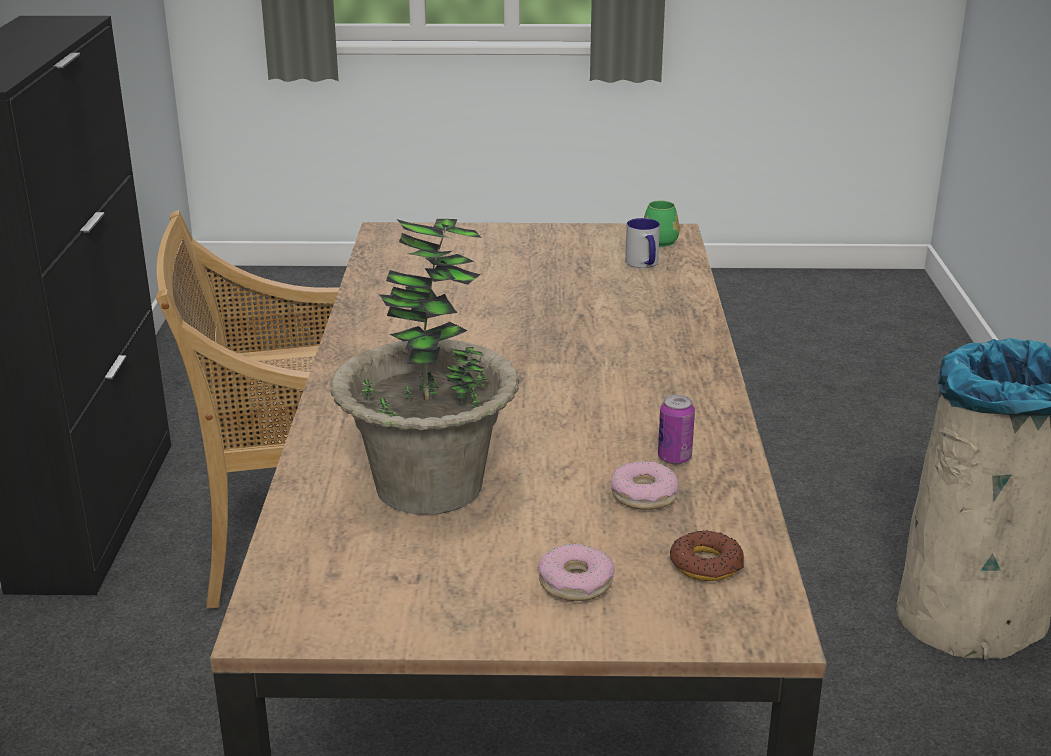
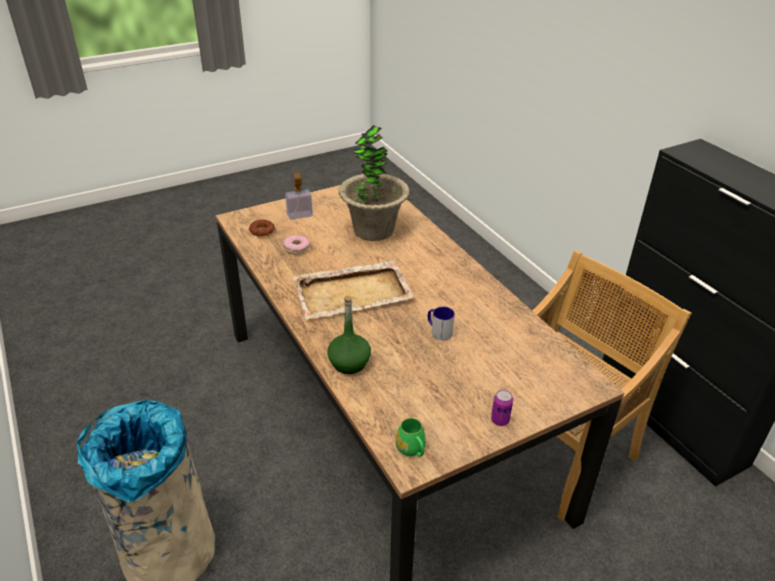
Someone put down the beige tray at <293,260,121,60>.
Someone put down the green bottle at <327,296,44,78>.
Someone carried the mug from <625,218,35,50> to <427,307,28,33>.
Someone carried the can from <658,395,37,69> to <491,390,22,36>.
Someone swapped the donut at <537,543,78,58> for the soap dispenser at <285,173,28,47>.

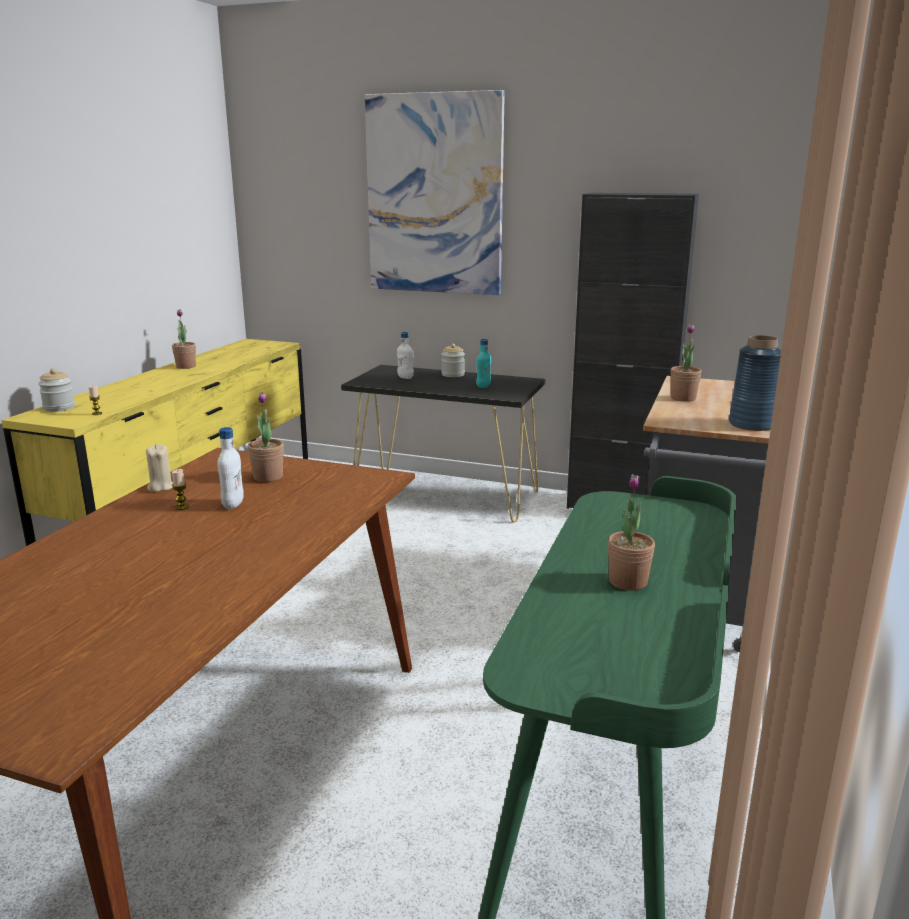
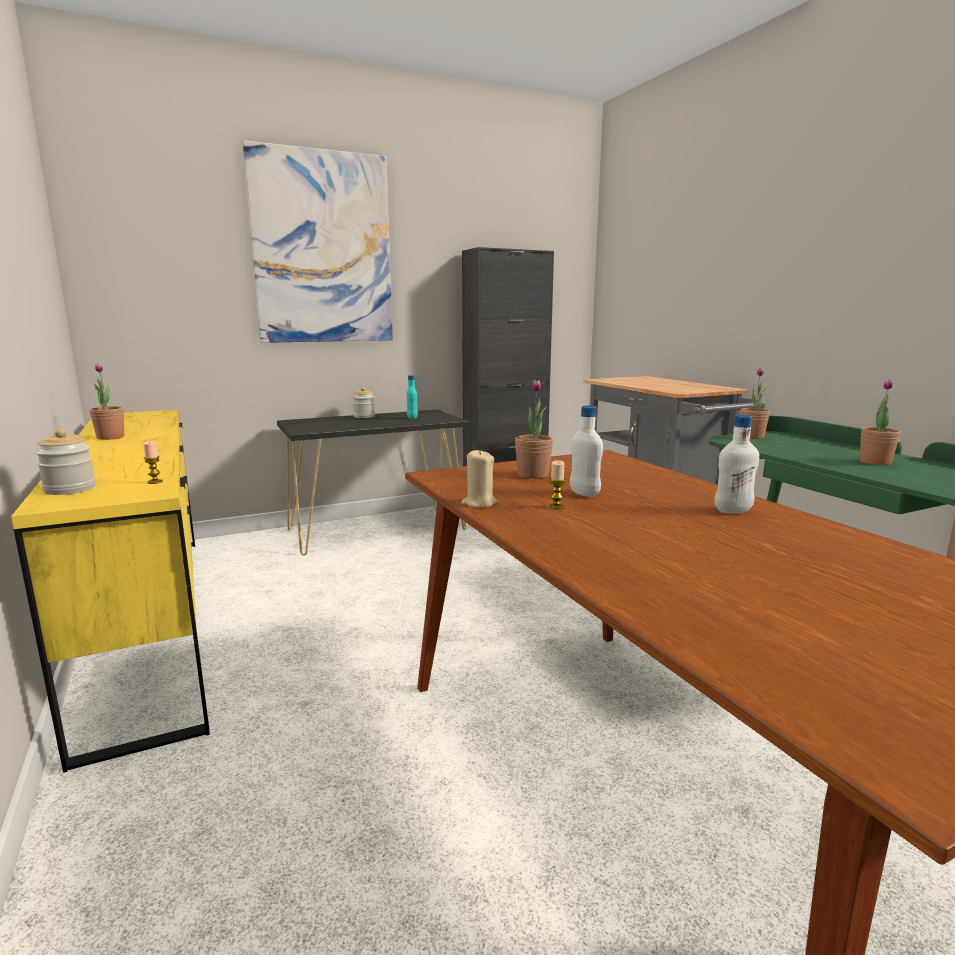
Someone took away the blue vase at <729,335,52,96>.
Someone carried the white bottle from <397,332,17,47> to <715,415,44,99>.
Someone carried the potted plant from <670,324,32,78> to <740,368,30,71>.

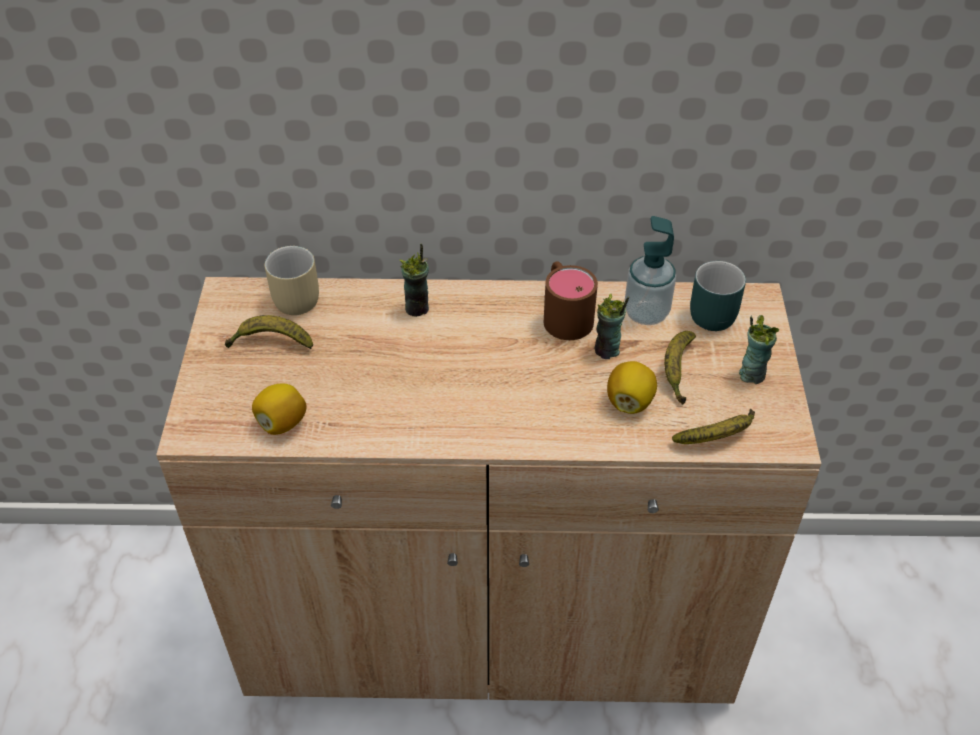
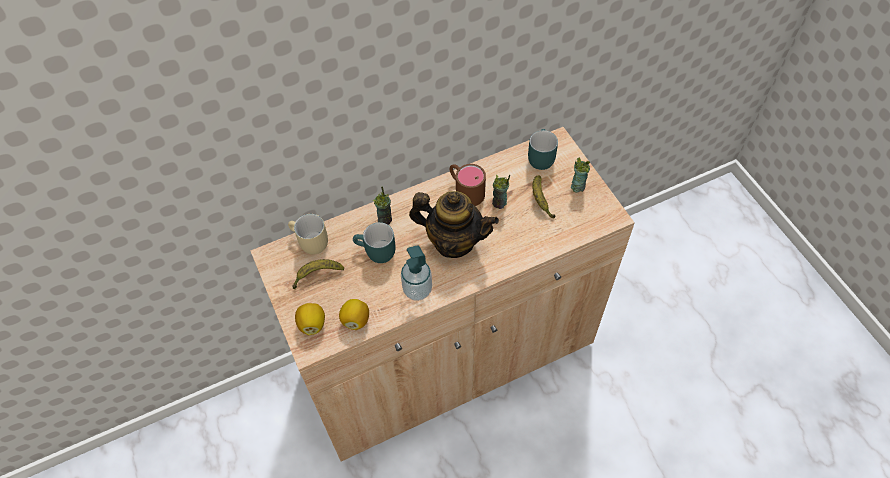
Someone took away the banana at <672,409,83,35>.
Someone put down the turquoise mug at <353,222,43,41>.
Someone put down the teapot at <409,191,90,67>.
Someone carried the lemon from <607,361,50,53> to <295,303,30,32>.
Someone carried the soap dispenser from <624,216,52,109> to <401,246,31,55>.

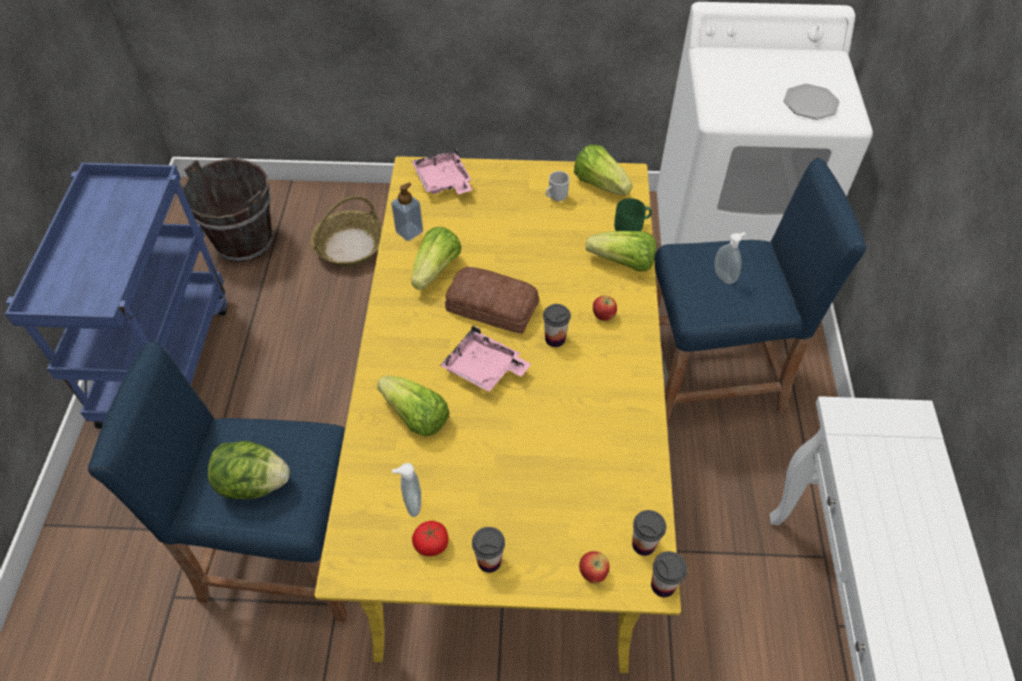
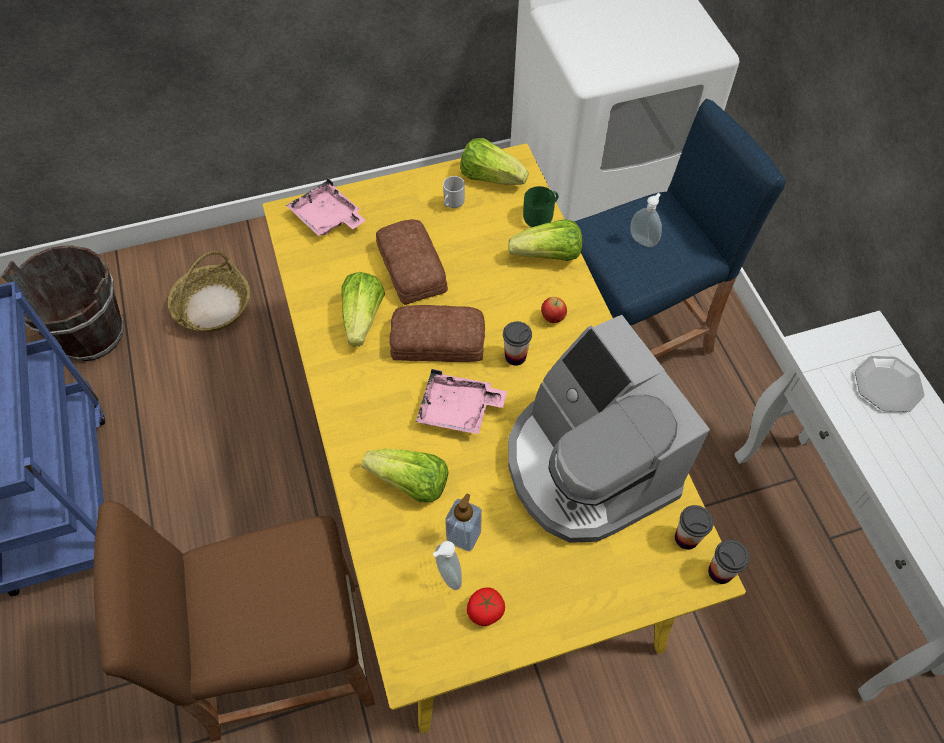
Someone took away the lettuce at <208,441,82,58>.
Someone took away the cup at <472,527,33,46>.
Someone took away the apple at <579,551,31,33>.
Someone put down the bread at <376,219,72,86>.
Someone put down the coffee machine at <508,315,202,228>.
Someone carried the soap dispenser from <391,182,32,59> to <445,494,37,57>.
Someone carried the plate from <784,84,55,35> to <855,356,70,56>.
Someone repainted the blue stool at <88,342,259,280>, which became the brown stool at <94,501,281,241>.

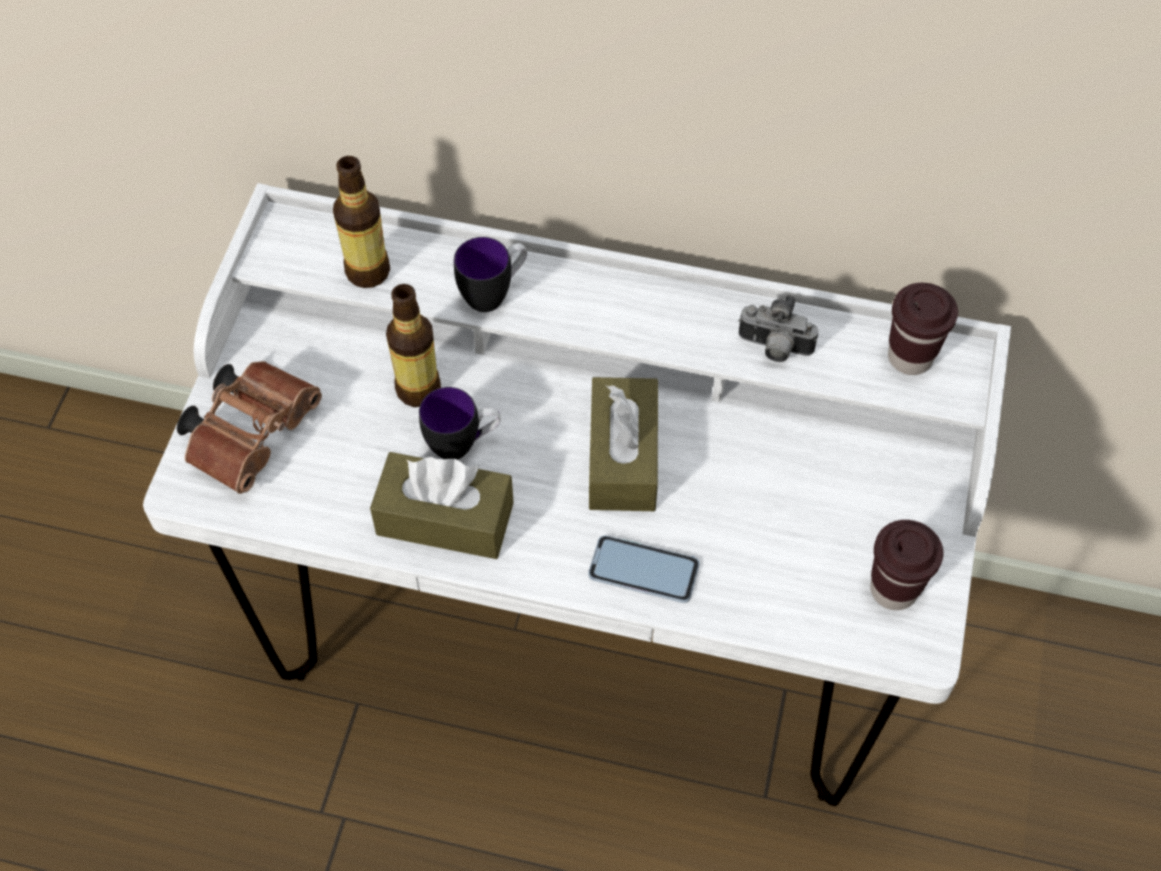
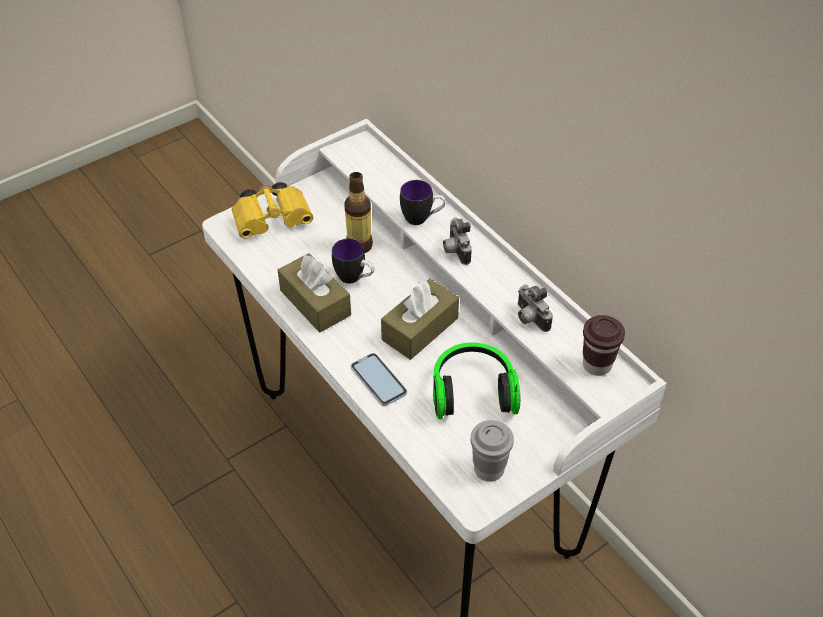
Someone took away the bottle at <333,156,57,132>.
Someone put down the headphones at <433,342,87,77>.
Someone put down the photo camera at <443,217,29,48>.
Someone repainted the brown binoculars at <177,361,145,133>, which became the yellow binoculars at <232,182,81,57>.
Someone repainted the brown cup at <870,520,73,90>, which became the grey cup at <471,420,43,62>.

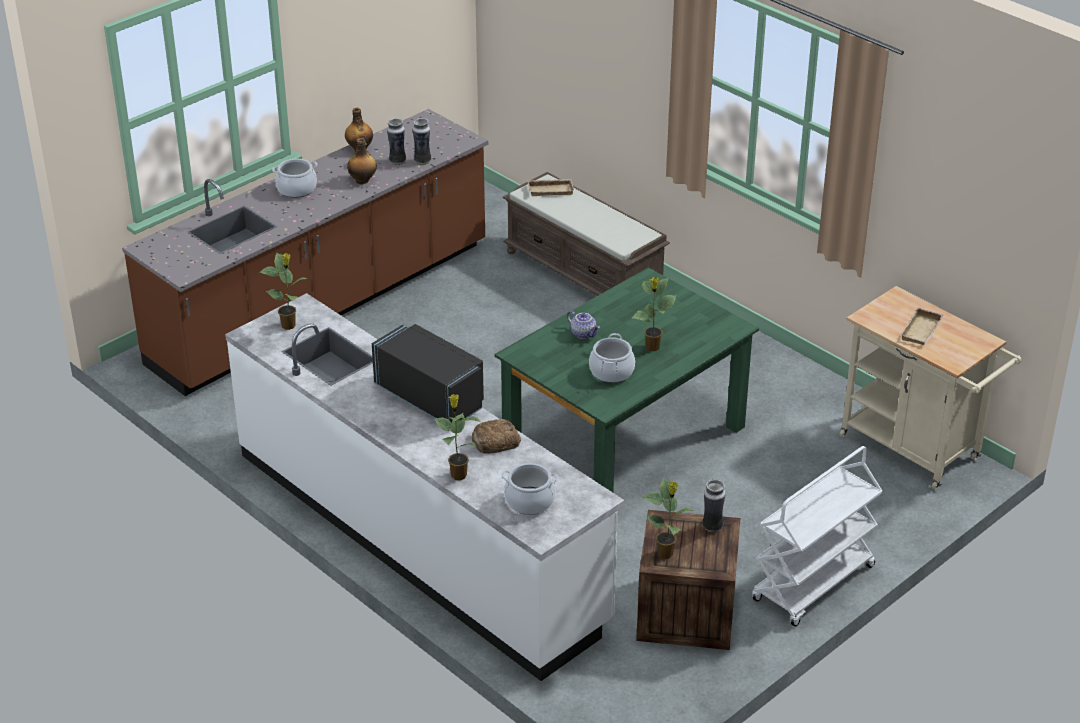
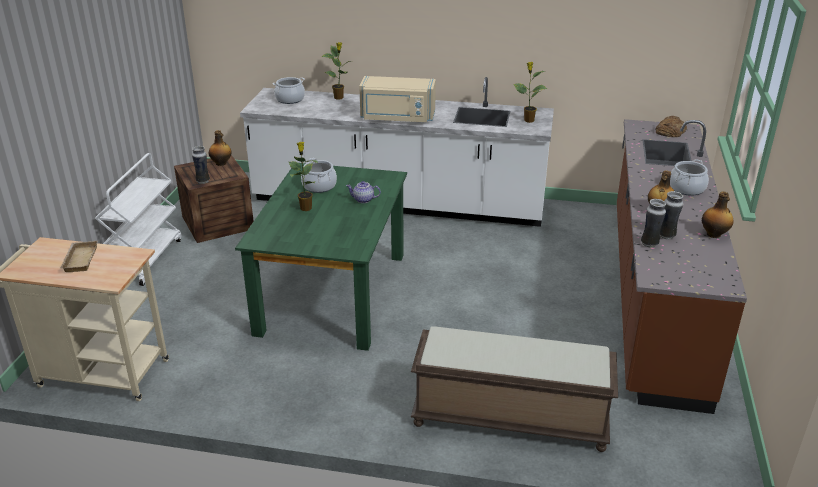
Someone took away the beige tray at <527,179,47,17>.
Someone carried the bread from <472,419,49,35> to <655,116,32,21>.
Someone swapped the potted plant at <643,477,50,82> for the bottle at <209,130,23,36>.
Someone repainted the black microwave at <372,324,112,99>, which became the beige microwave at <359,76,77,46>.

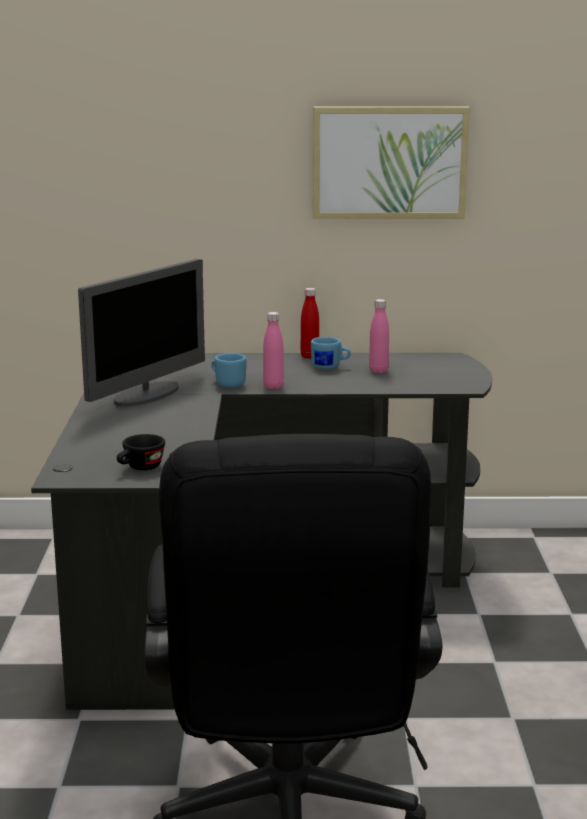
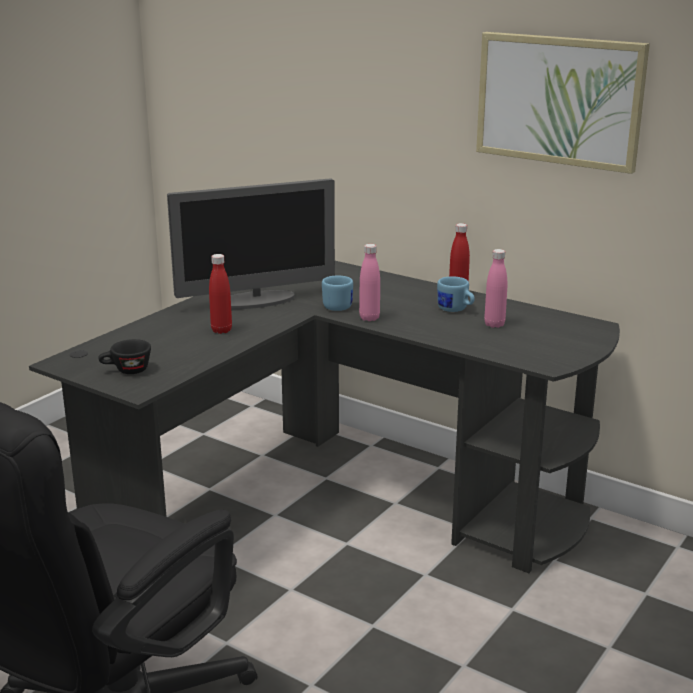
Someone put down the red bottle at <209,254,23,80>.

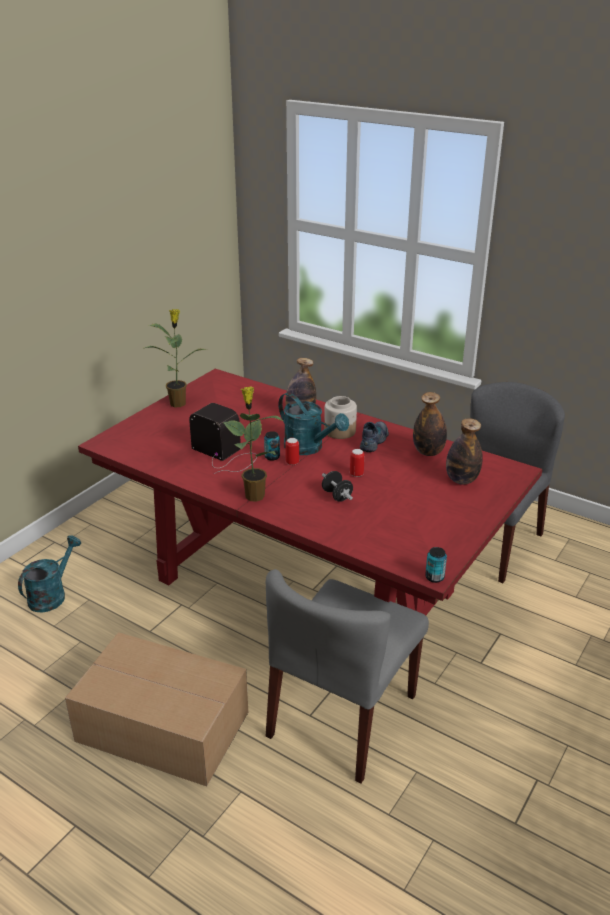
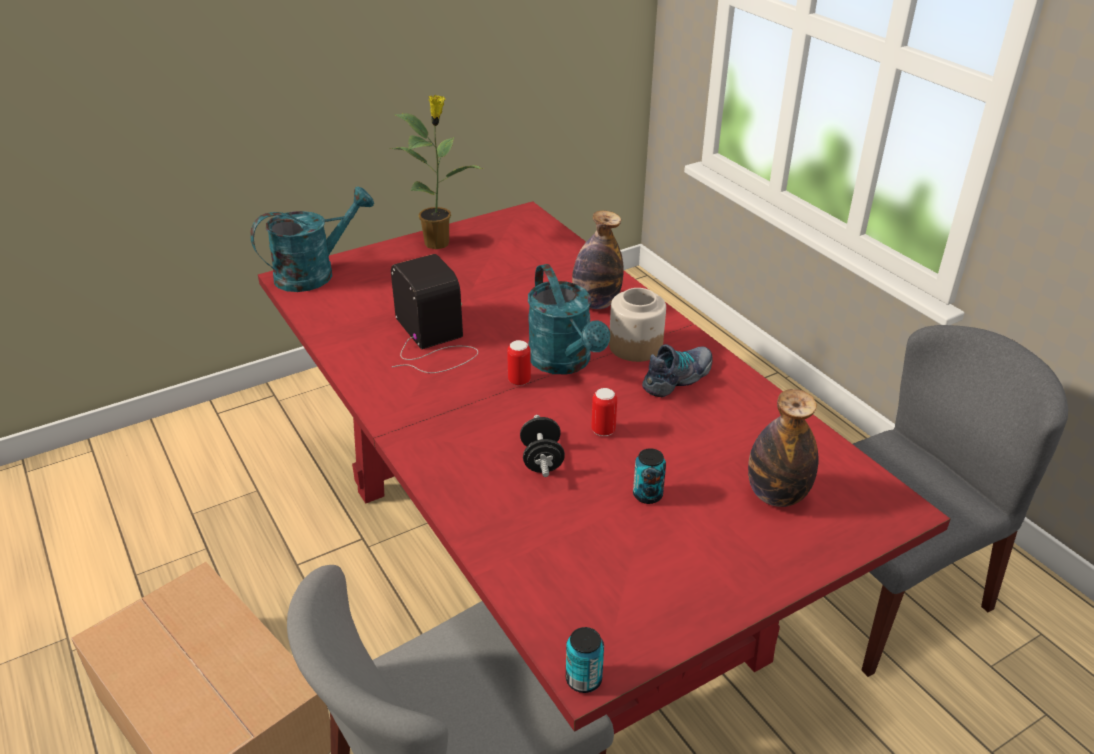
Someone took away the potted plant at <223,387,60,115>.
Someone took away the bottle at <413,392,34,64>.
Someone carried the turquoise watering can from <18,535,63,77> to <250,187,124,105>.
Someone carried the can from <264,431,16,30> to <633,448,33,56>.

